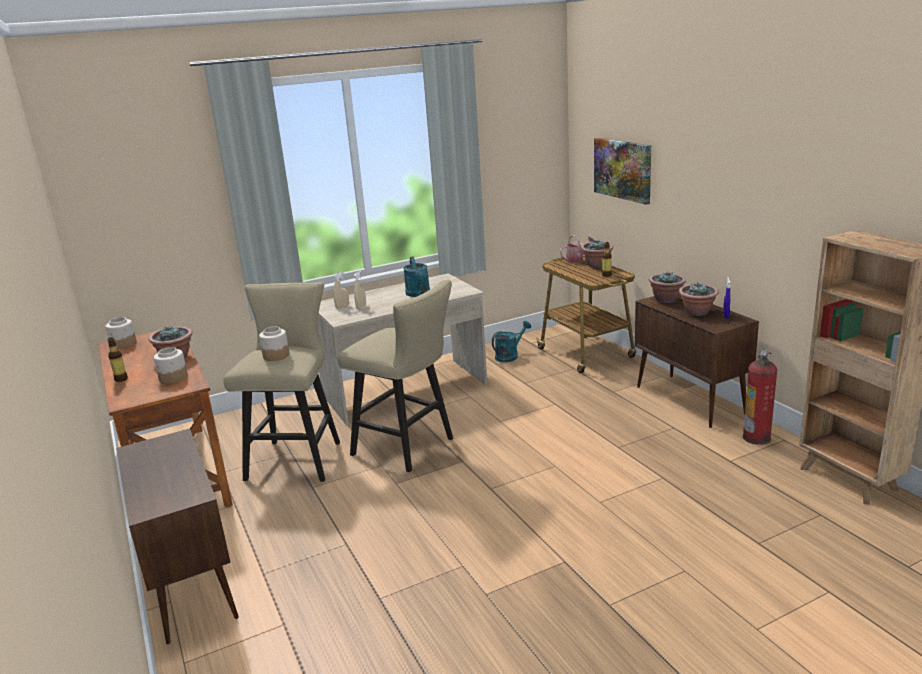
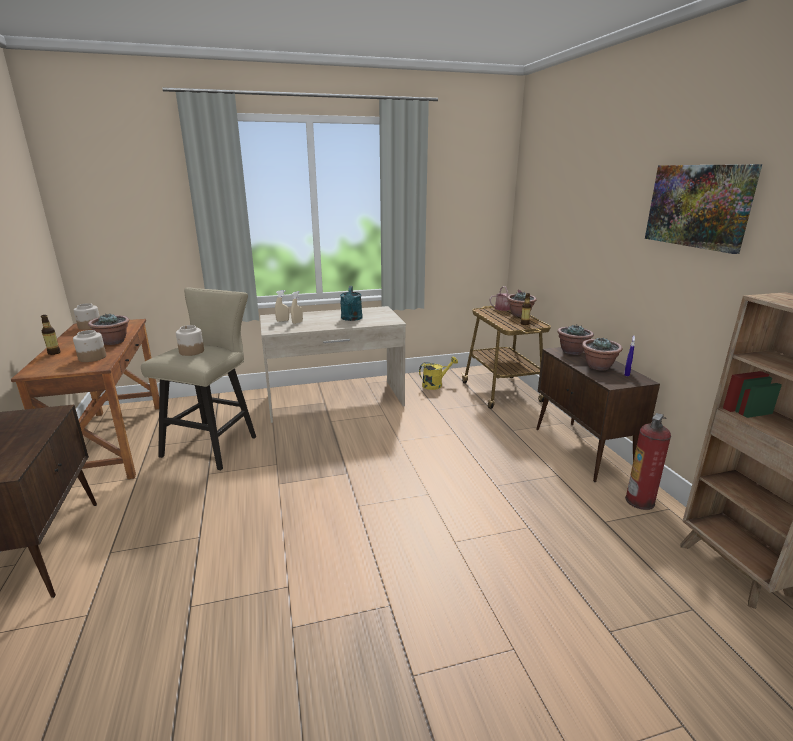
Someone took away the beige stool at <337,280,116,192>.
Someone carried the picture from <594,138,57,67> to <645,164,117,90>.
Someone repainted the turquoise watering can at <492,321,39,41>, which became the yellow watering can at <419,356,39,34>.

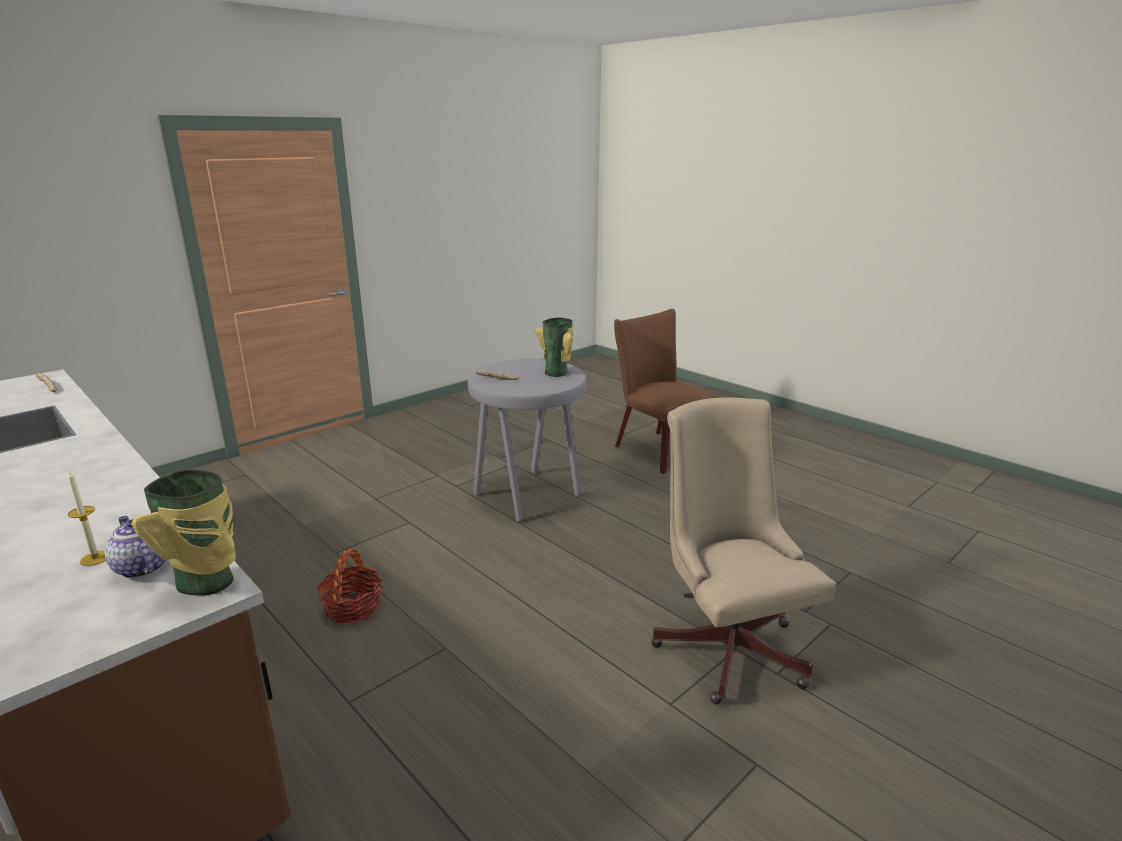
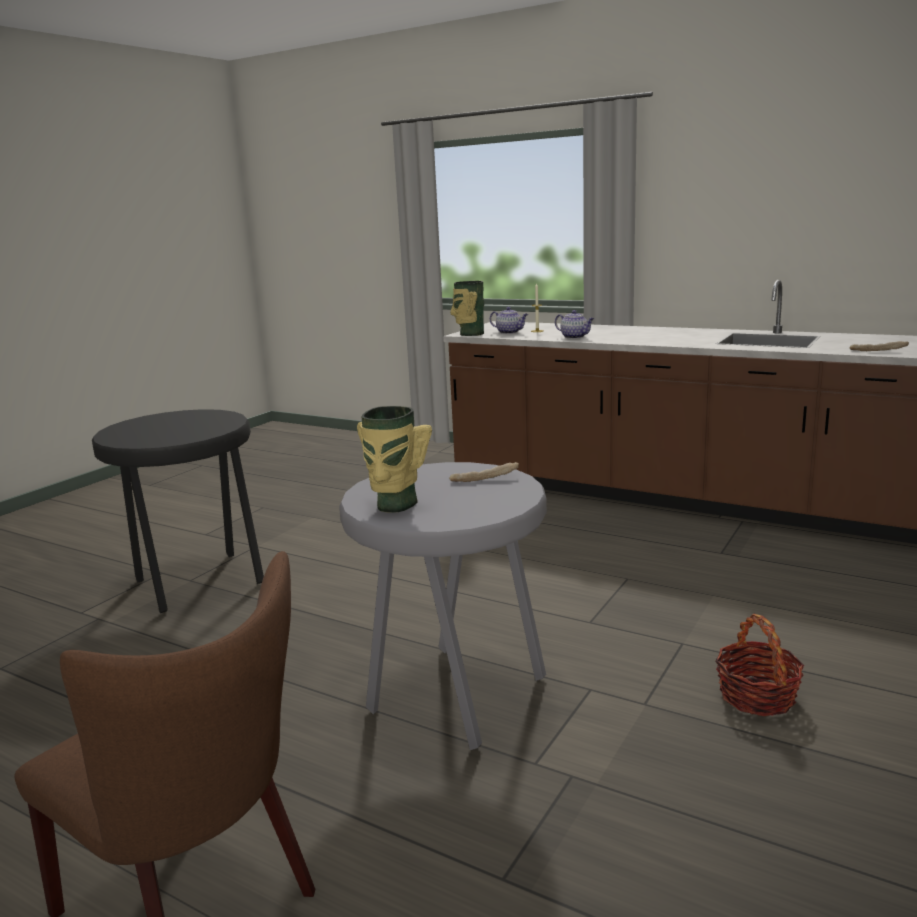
Someone put down the teapot at <555,310,39,29>.
Someone carried the basket from <317,549,65,74> to <716,614,88,102>.
Someone swapped the beige office chair at <651,397,185,308> for the black stool at <92,409,172,204>.

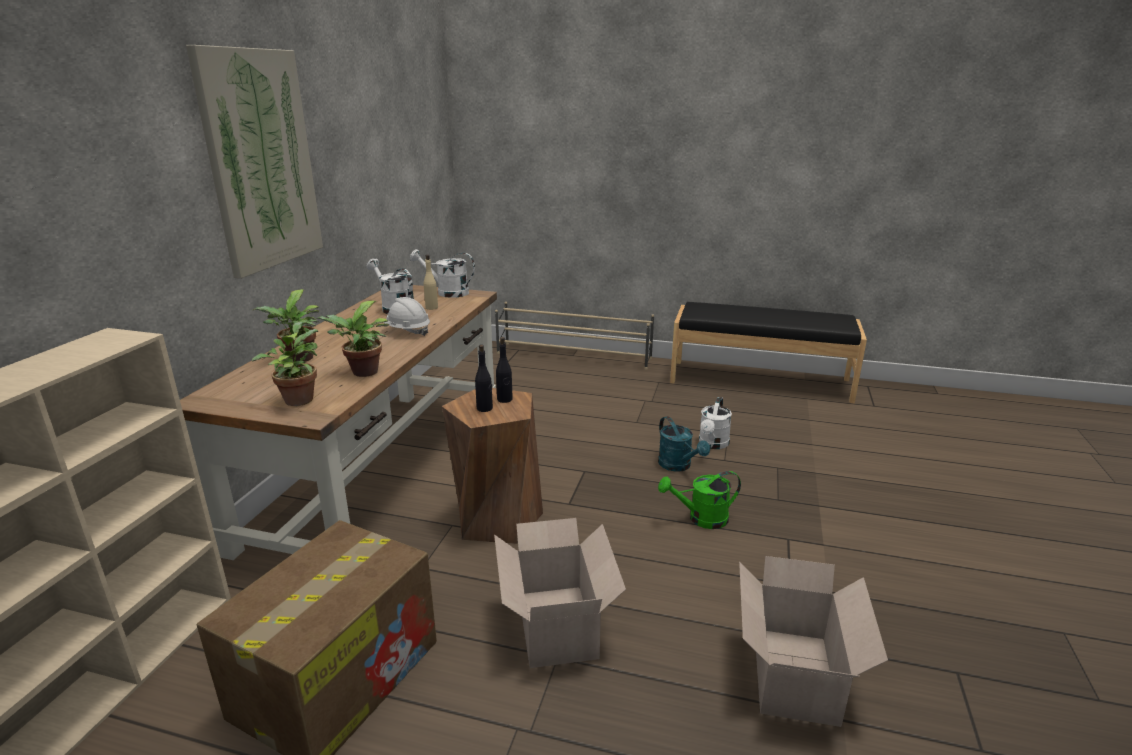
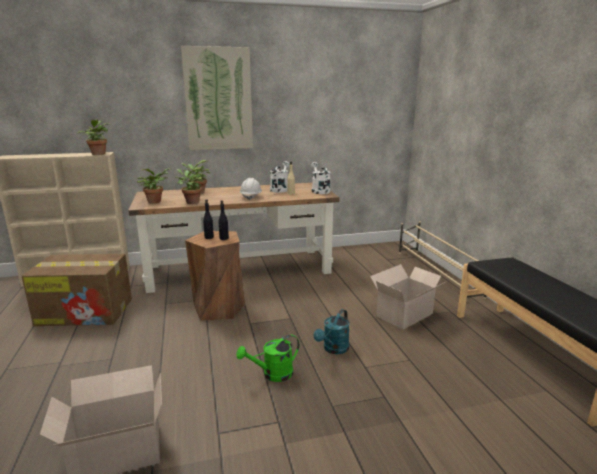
Someone took away the white watering can at <699,397,33,52>.
Someone put down the potted plant at <78,119,30,36>.
Someone carried the cardboard box from <494,518,132,150> to <370,264,77,66>.
Someone rotated the green watering can at <658,471,83,58> by 75 degrees counterclockwise.

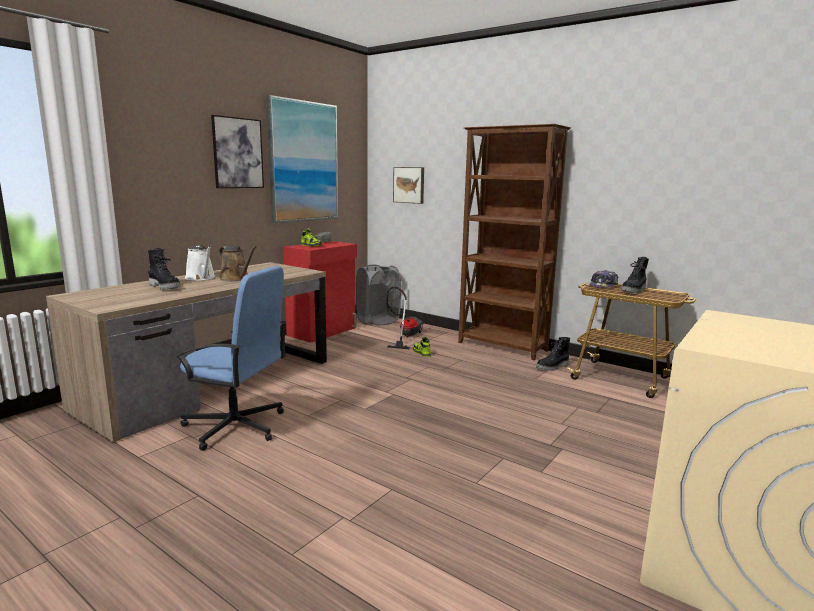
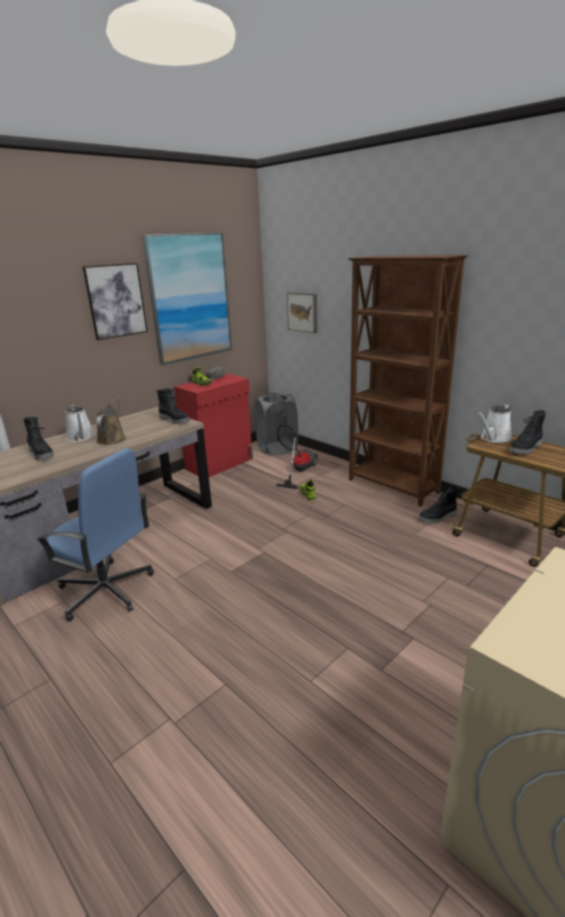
Someone put down the black boot at <157,388,33,36>.
Someone swapped the cap at <590,270,28,18> for the white watering can at <477,405,36,38>.
Someone rotated the brown watering can at <219,246,38,35> by 135 degrees counterclockwise.

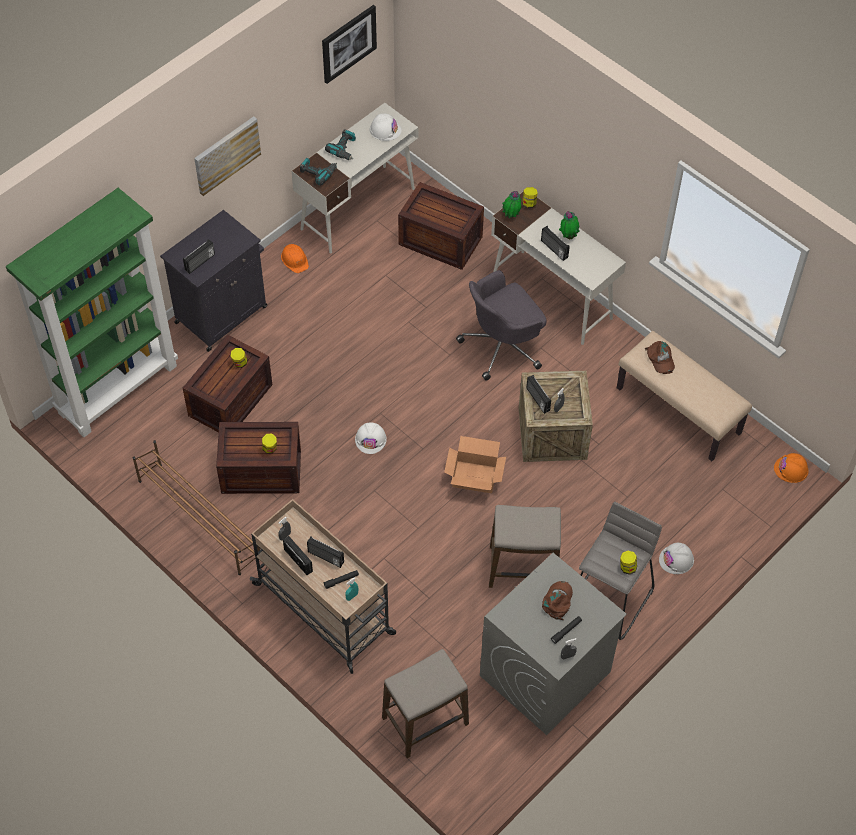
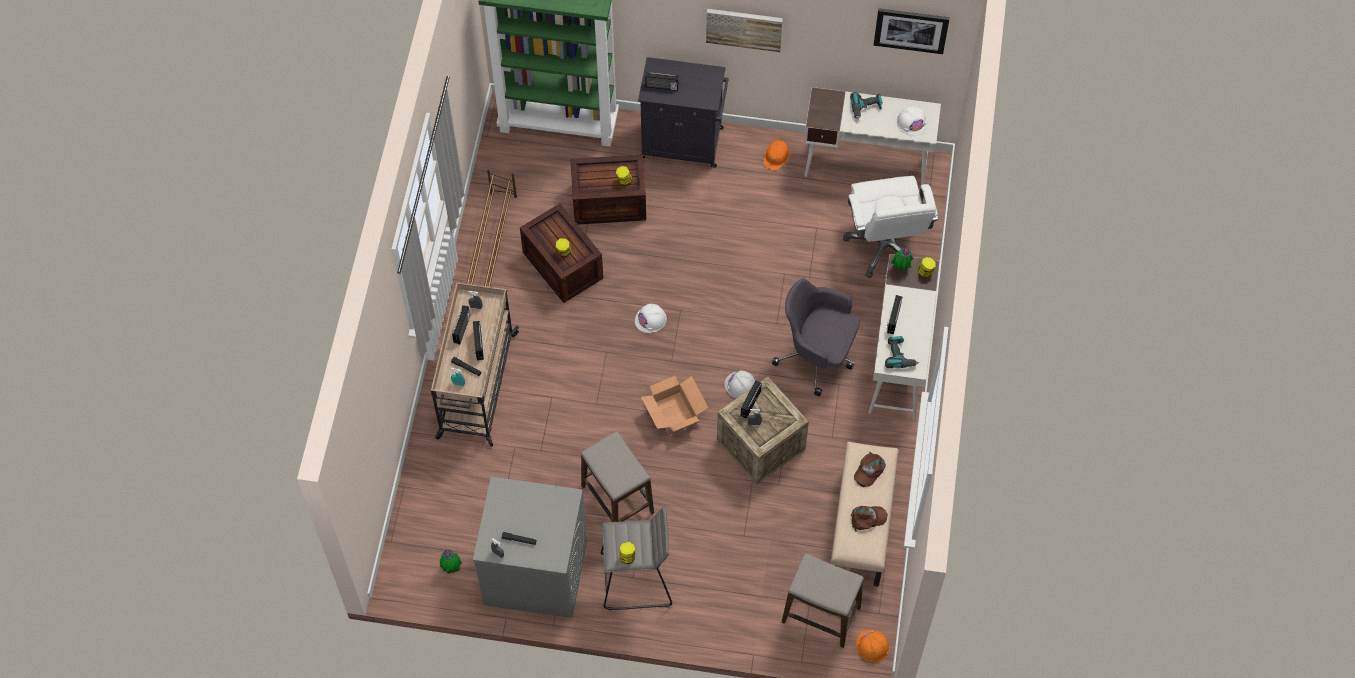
Someone carried the power drill from <300,158,37,28> to <885,336,34,32>.
Someone carried the stool from <382,649,87,109> to <782,554,82,94>.
Someone carried the brown cap from <542,581,31,39> to <851,506,37,26>.
Someone carried the potted plant from <559,211,21,28> to <440,549,22,25>.
Someone carried the white hard hat from <659,543,35,31> to <724,370,31,28>.
Someone swapped the crate at <398,182,86,88> for the white office chair at <843,176,95,102>.

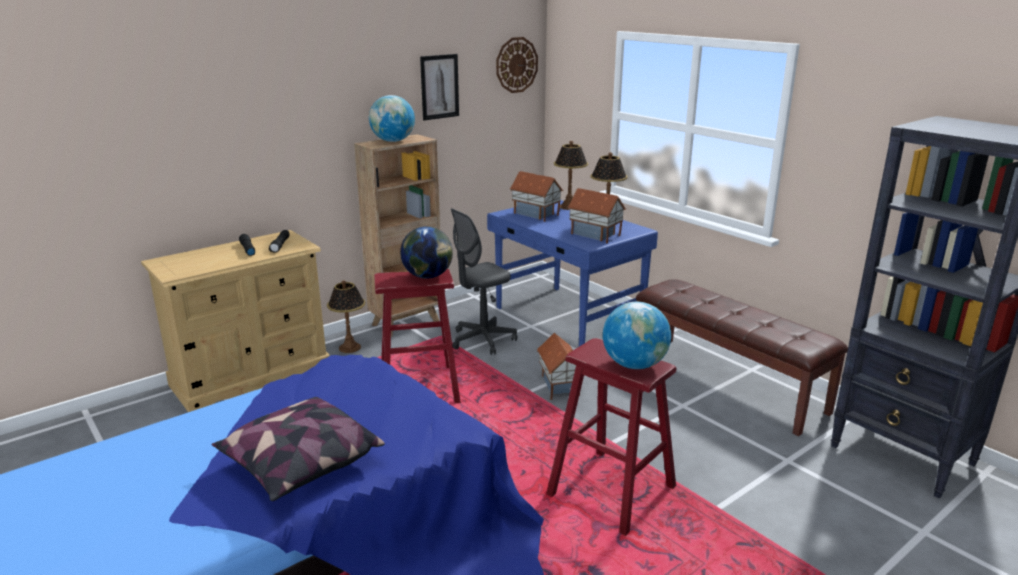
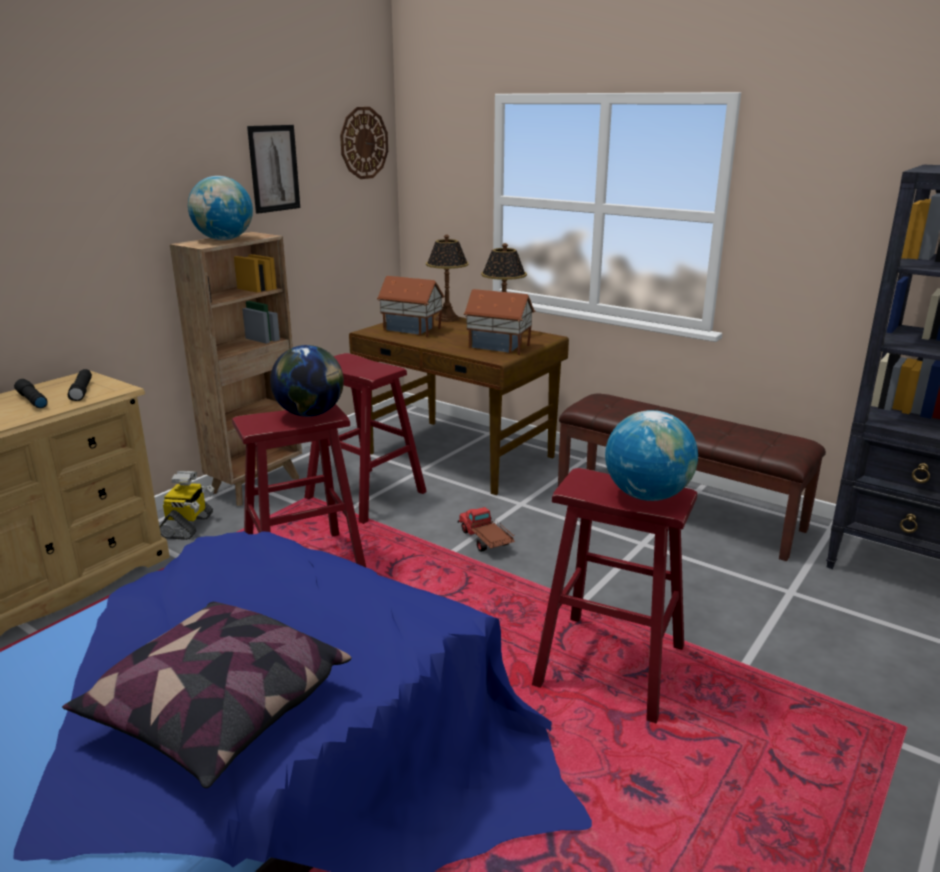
Someone swapped the table lamp at <327,280,38,73> for the toy robot at <159,471,55,69>.
Someone swapped the grey office chair at <451,209,66,146> for the red stool at <304,353,123,171>.
Someone swapped the toy house at <537,333,43,67> for the toy truck at <458,507,57,45>.
Someone repainted the blue desk at <487,200,171,146>, which became the brown desk at <349,313,220,182>.

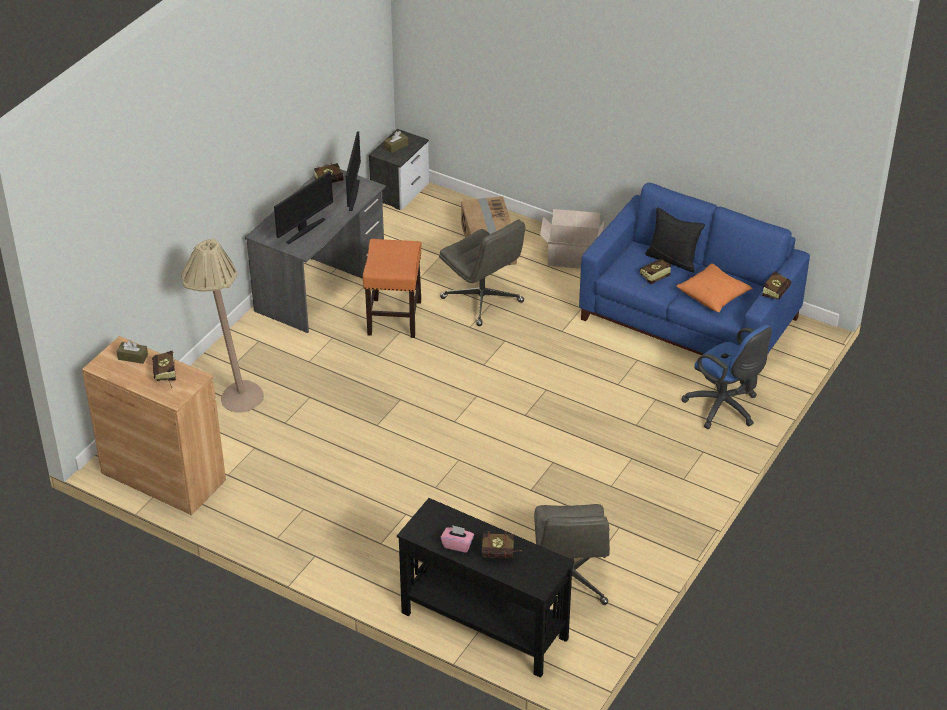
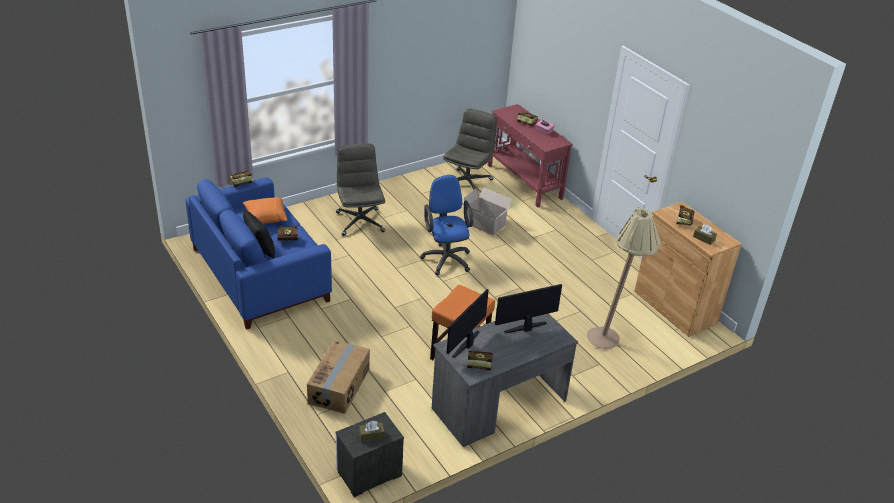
Someone carried the grey office chair from <439,220,86,106> to <336,143,49,93>.
Someone carried the cardboard box from <540,209,65,60> to <462,187,50,49>.
Someone carried the blue office chair from <682,325,90,104> to <420,175,53,101>.
Someone repainted the black console table at <397,498,177,180>, which became the red console table at <488,104,85,103>.

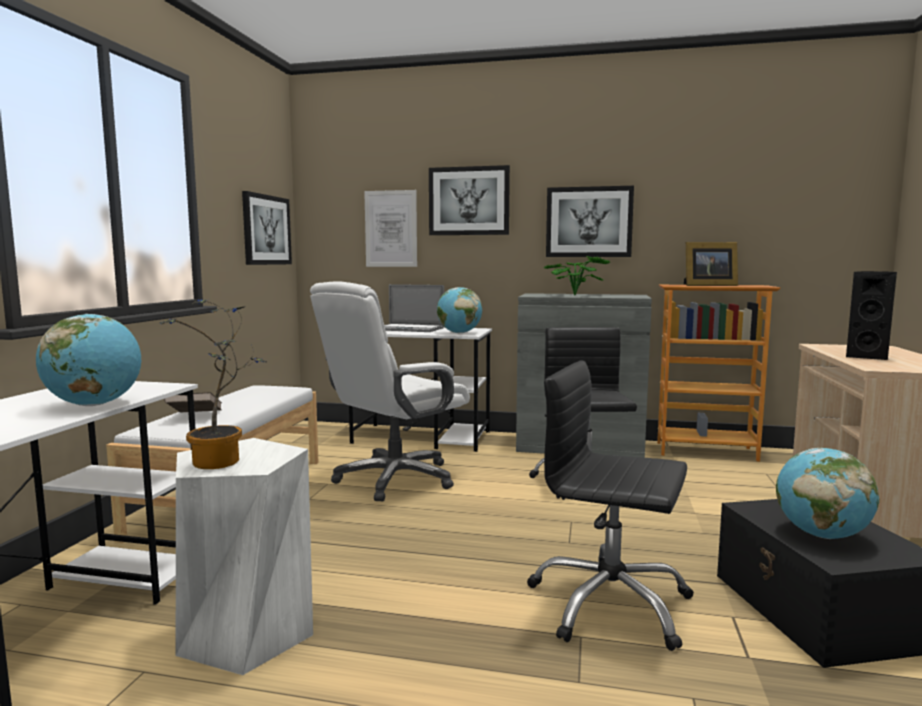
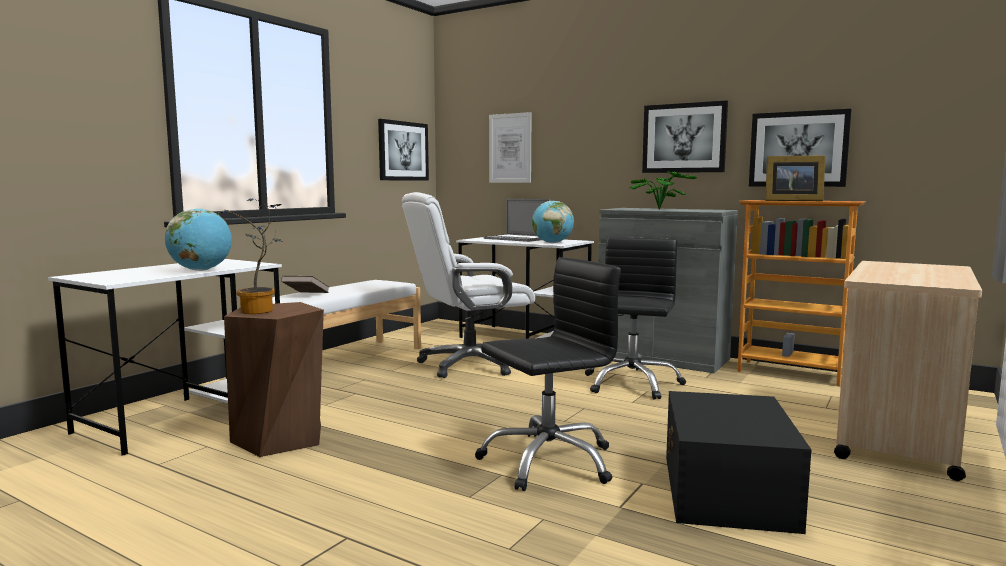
Someone took away the globe at <776,448,103,91>.
Someone took away the black speaker at <846,271,51,89>.
Someone carried the picture from <429,165,81,70> to <749,109,103,78>.
Someone repainted the white stool at <176,438,137,237>, which became the brown stool at <224,302,100,155>.
Someone rotated the black office chair at <527,360,167,291> by 105 degrees clockwise.

